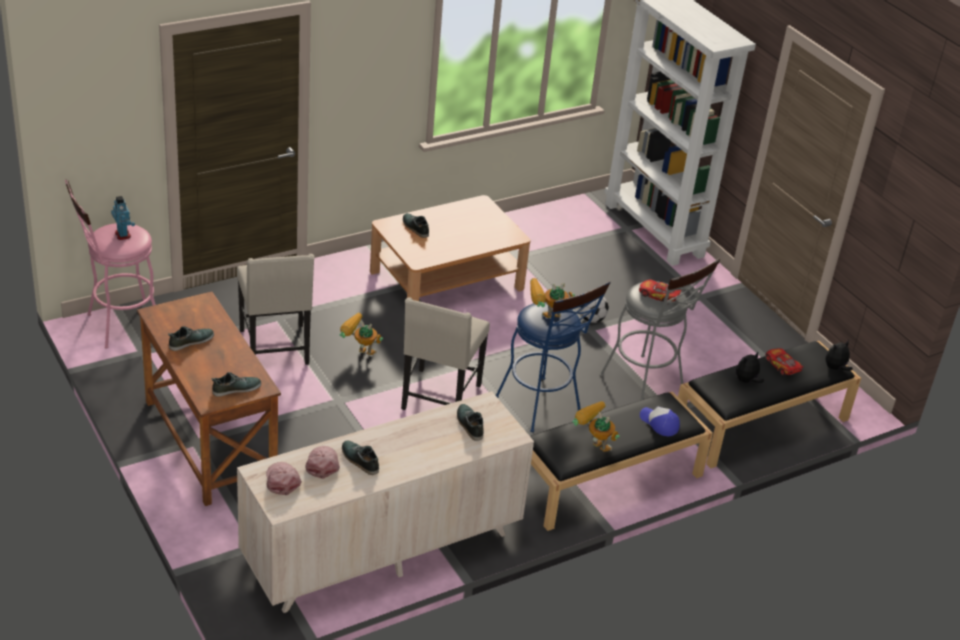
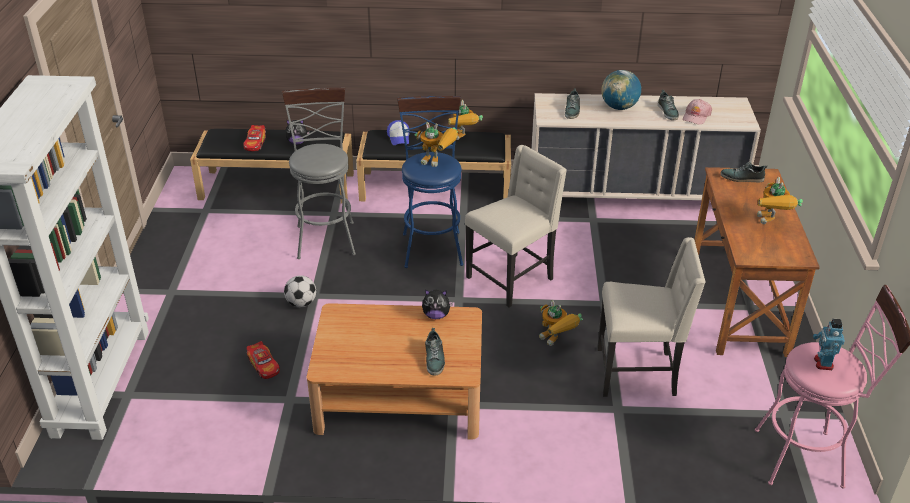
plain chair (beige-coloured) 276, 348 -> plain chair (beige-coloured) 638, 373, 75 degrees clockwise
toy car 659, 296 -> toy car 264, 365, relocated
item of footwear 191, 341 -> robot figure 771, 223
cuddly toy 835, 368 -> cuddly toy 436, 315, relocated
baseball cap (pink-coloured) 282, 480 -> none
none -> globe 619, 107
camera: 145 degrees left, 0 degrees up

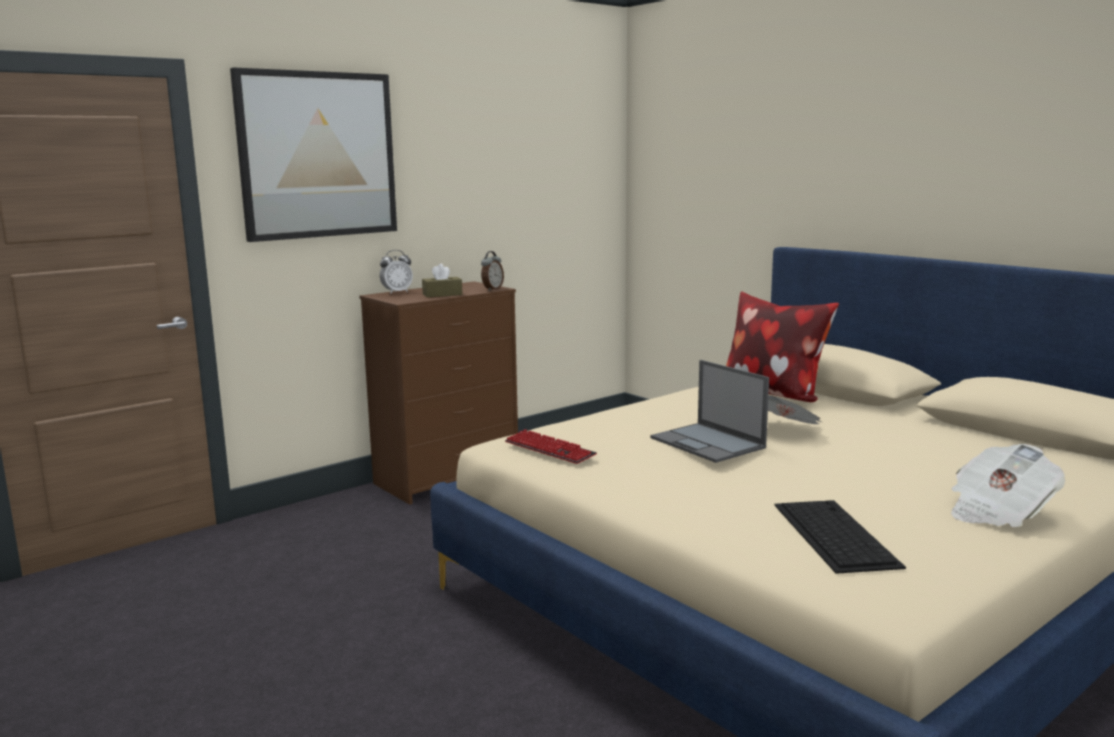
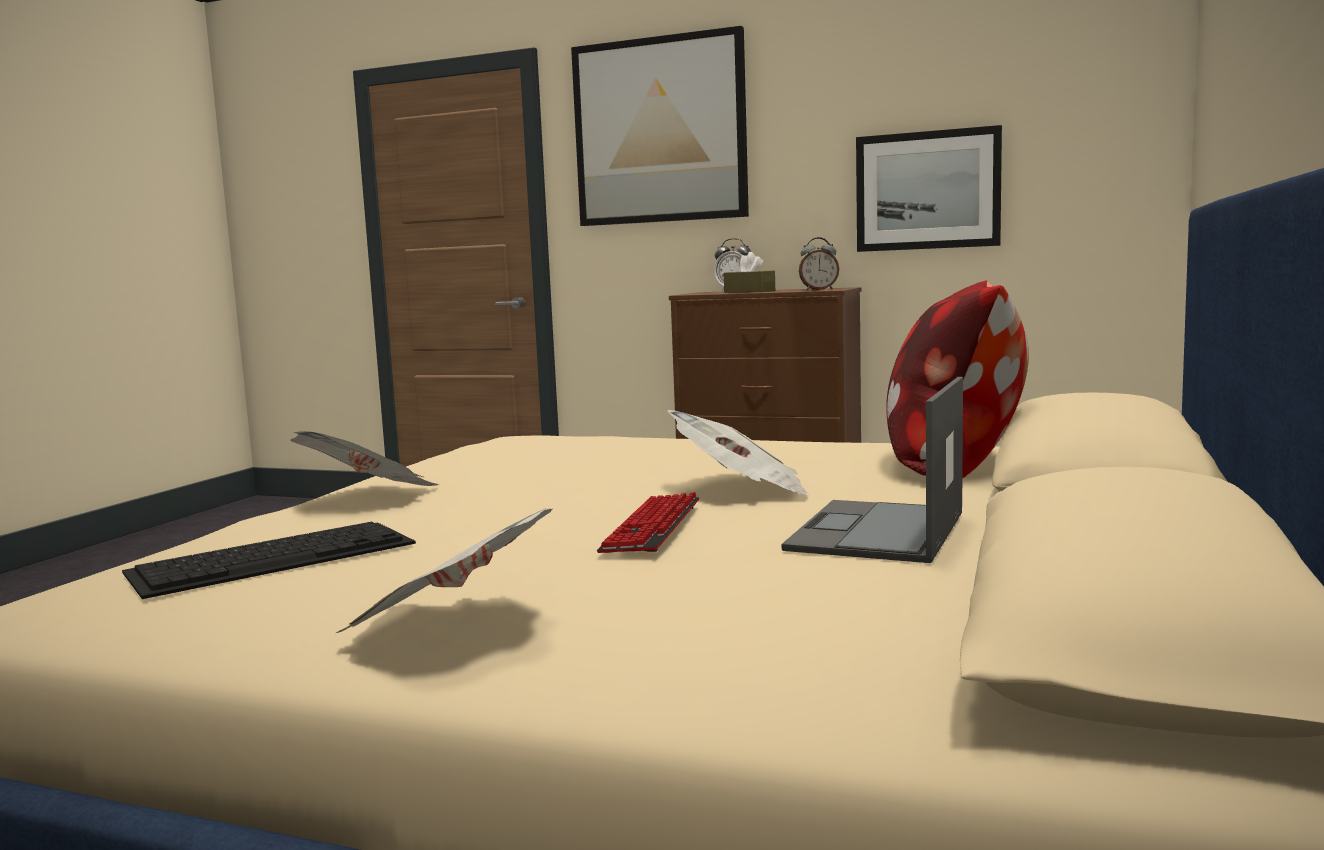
laptop 708, 443 -> laptop 877, 532, relocated
PC keyboard 549, 449 -> PC keyboard 652, 527, relocated
none -> wall art 927, 190
none -> printed paper 371, 497
camera: 60 degrees right, 5 degrees down

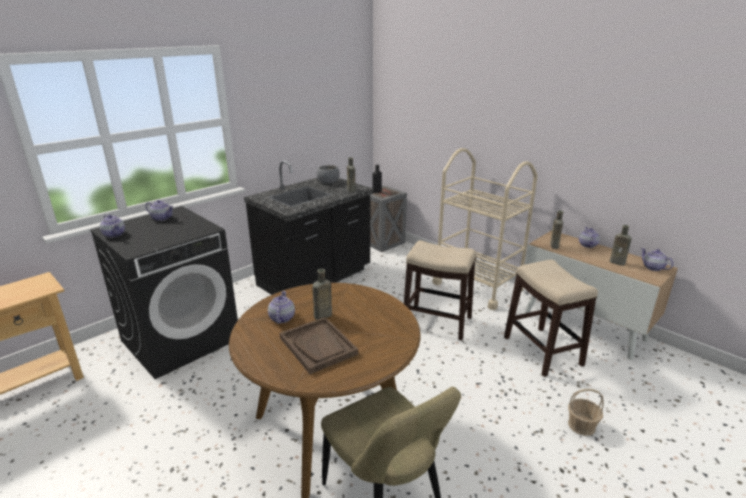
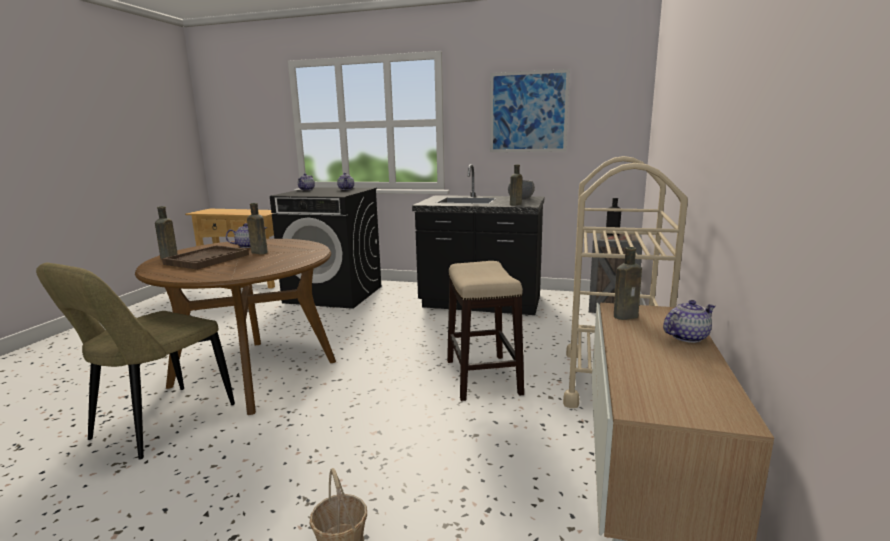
beverage bottle (brownish) 618, 263 -> beverage bottle (brownish) 168, 257, relocated
teapot 652, 267 -> none
stool 543, 351 -> none
none -> wall art 528, 112
camera: 60 degrees right, 10 degrees down

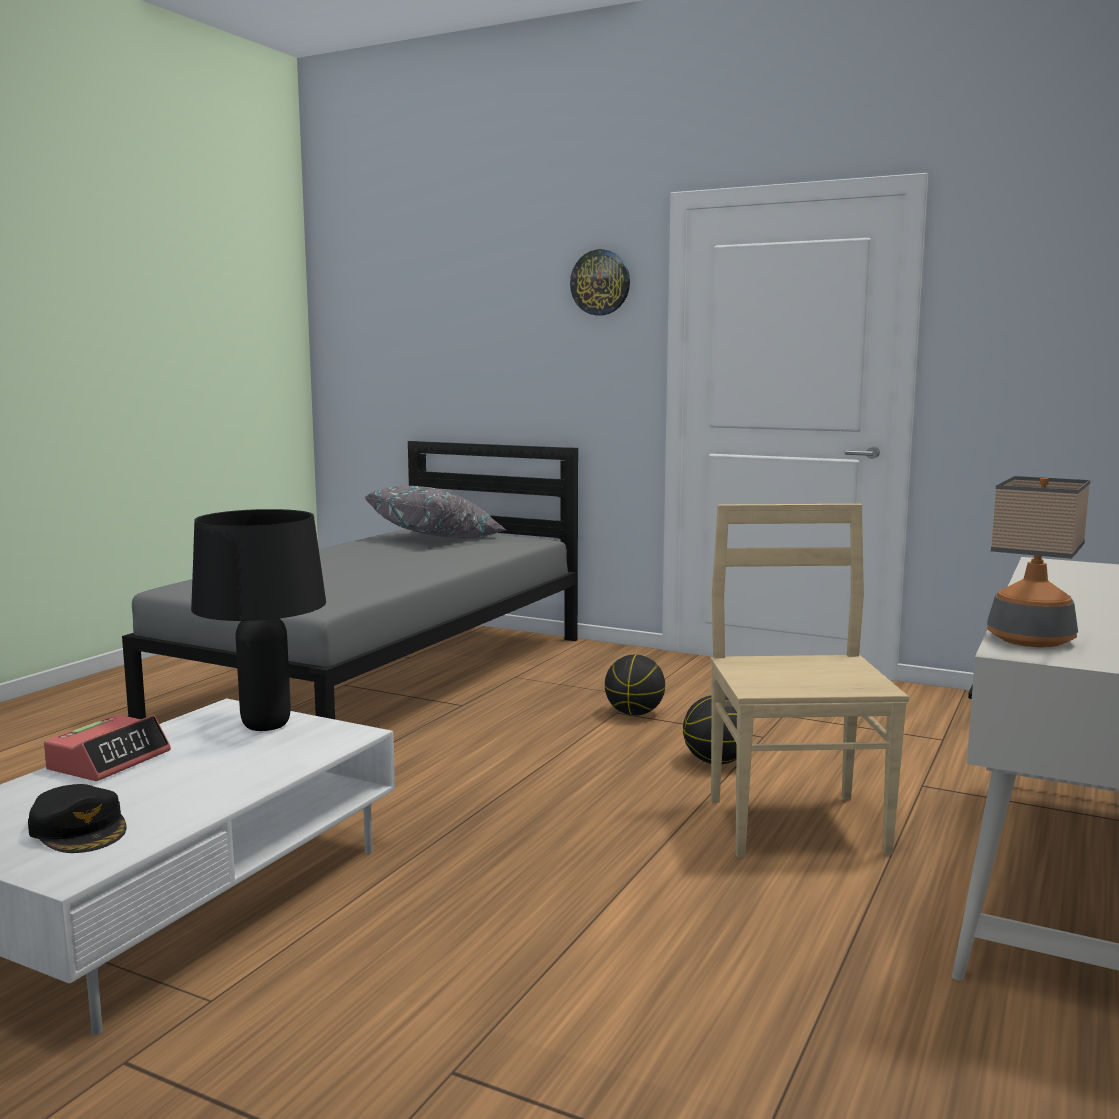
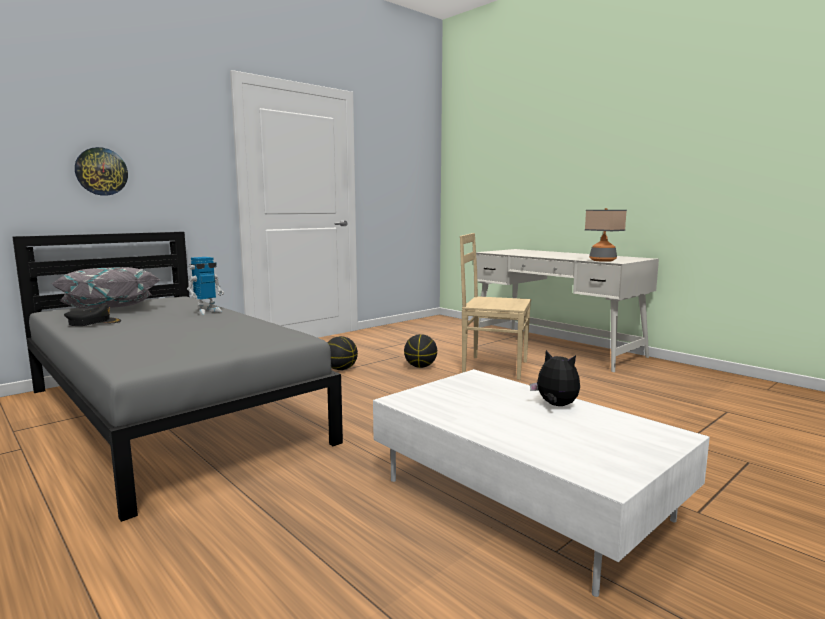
hanging clock 600, 282 -> hanging clock 101, 171, relocated
lamp for a table (blackish) 267, 725 -> none
alarm clock 109, 761 -> none
baseball cap (blackish) 80, 829 -> baseball cap (blackish) 94, 322, relocated
none -> robot figure 207, 311
none -> cuddly toy 555, 405
camera: 70 degrees left, 0 degrees up

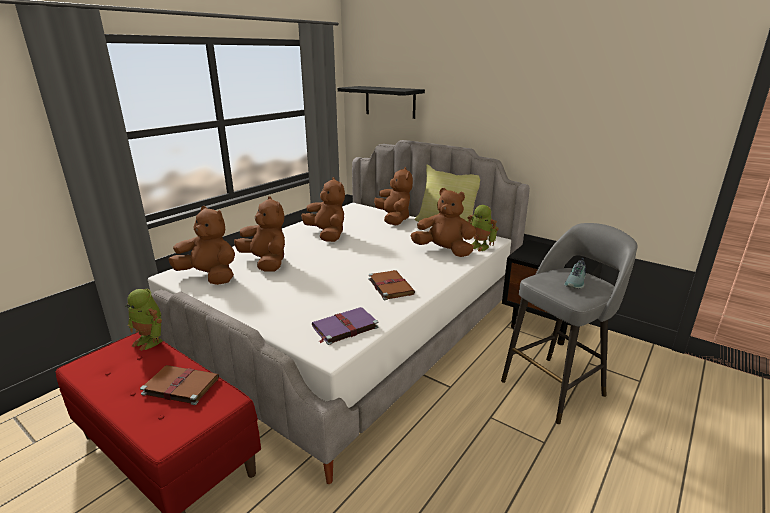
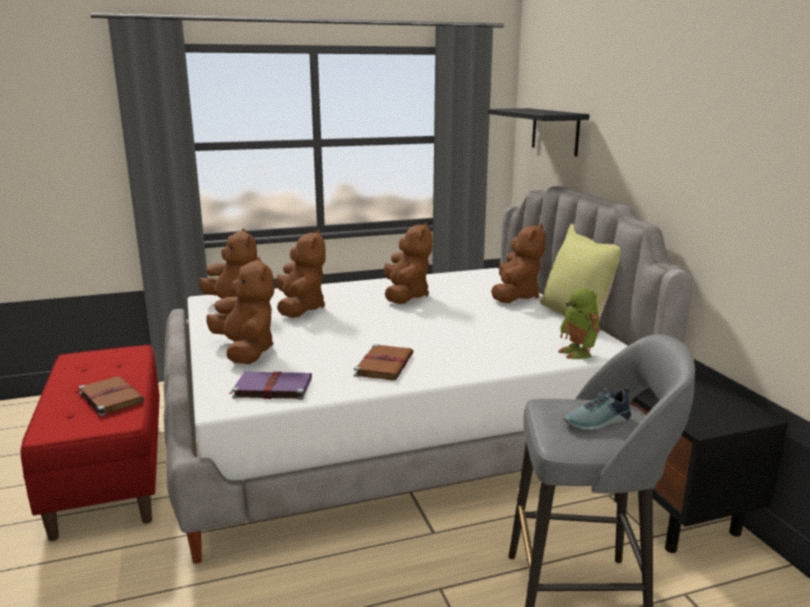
cuddly toy (brownish) 444, 251 -> cuddly toy (brownish) 246, 351, relocated
robot figure 150, 340 -> none
camera: 35 degrees right, 5 degrees down

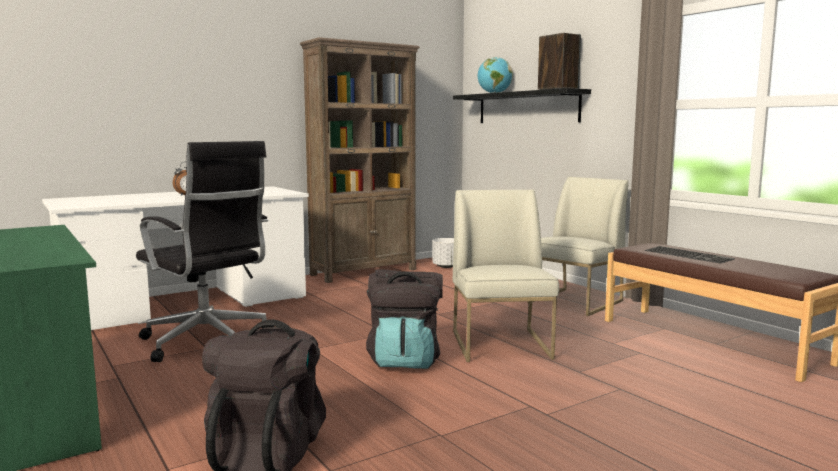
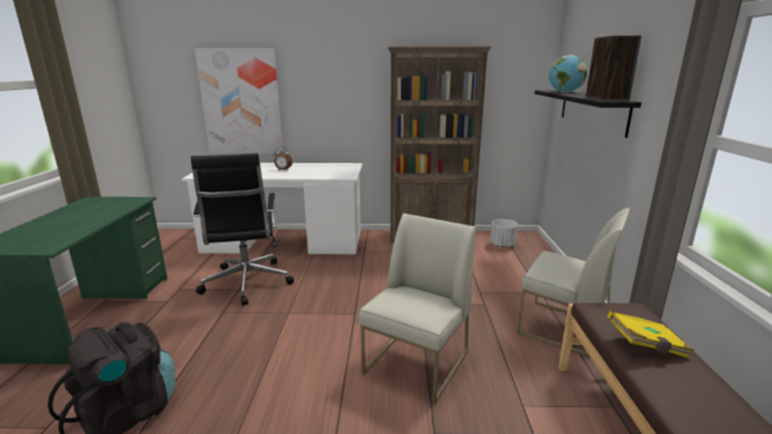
plain chair (whitish) 575, 302 -> plain chair (whitish) 562, 328, 45 degrees clockwise
PC keyboard 689, 255 -> volume (yellowish) 646, 346
backpack (blackish) 405, 360 -> none
none -> wall art 241, 102
camera: 35 degrees right, 10 degrees up

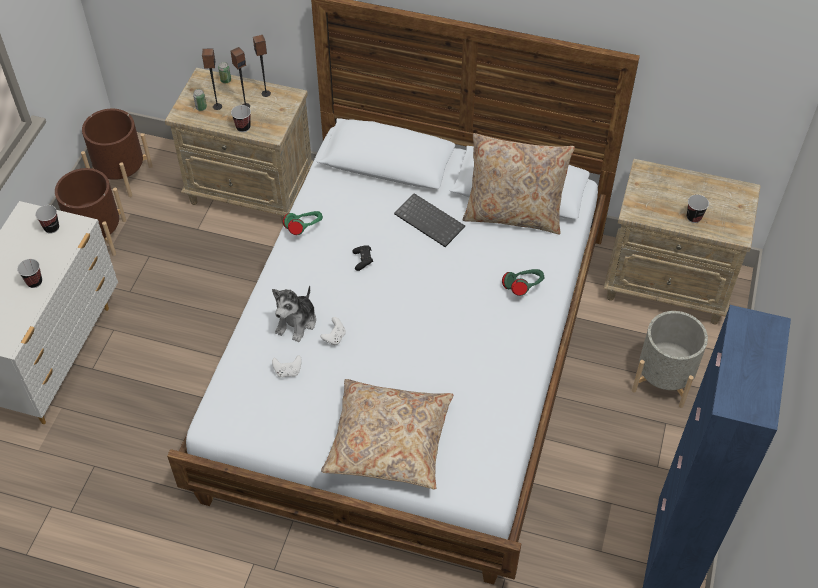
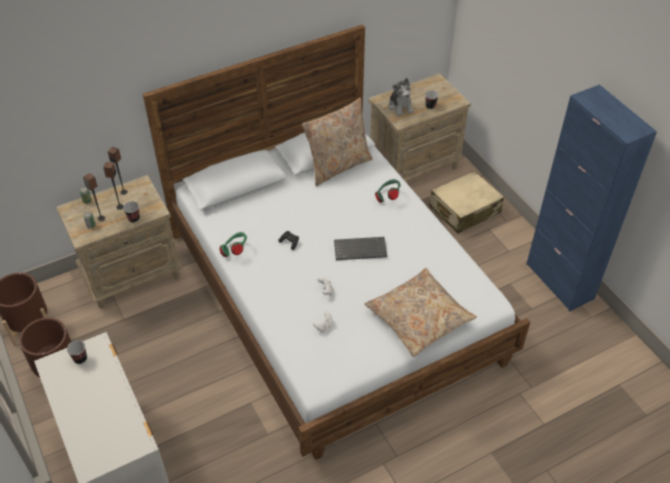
PC keyboard 431, 221 -> PC keyboard 360, 248, relocated
cup 34, 282 -> none
cuddly toy 297, 322 -> cuddly toy 400, 106, relocated
flower pot (grey) 663, 379 -> piece of luggage (beige-coloured) 464, 210
camera: 45 degrees left, 5 degrees down

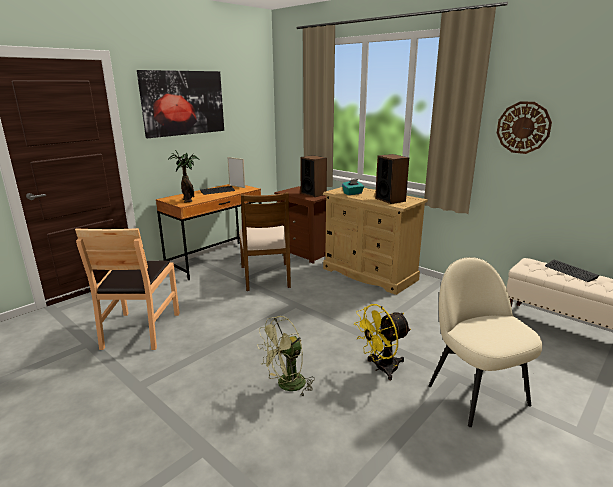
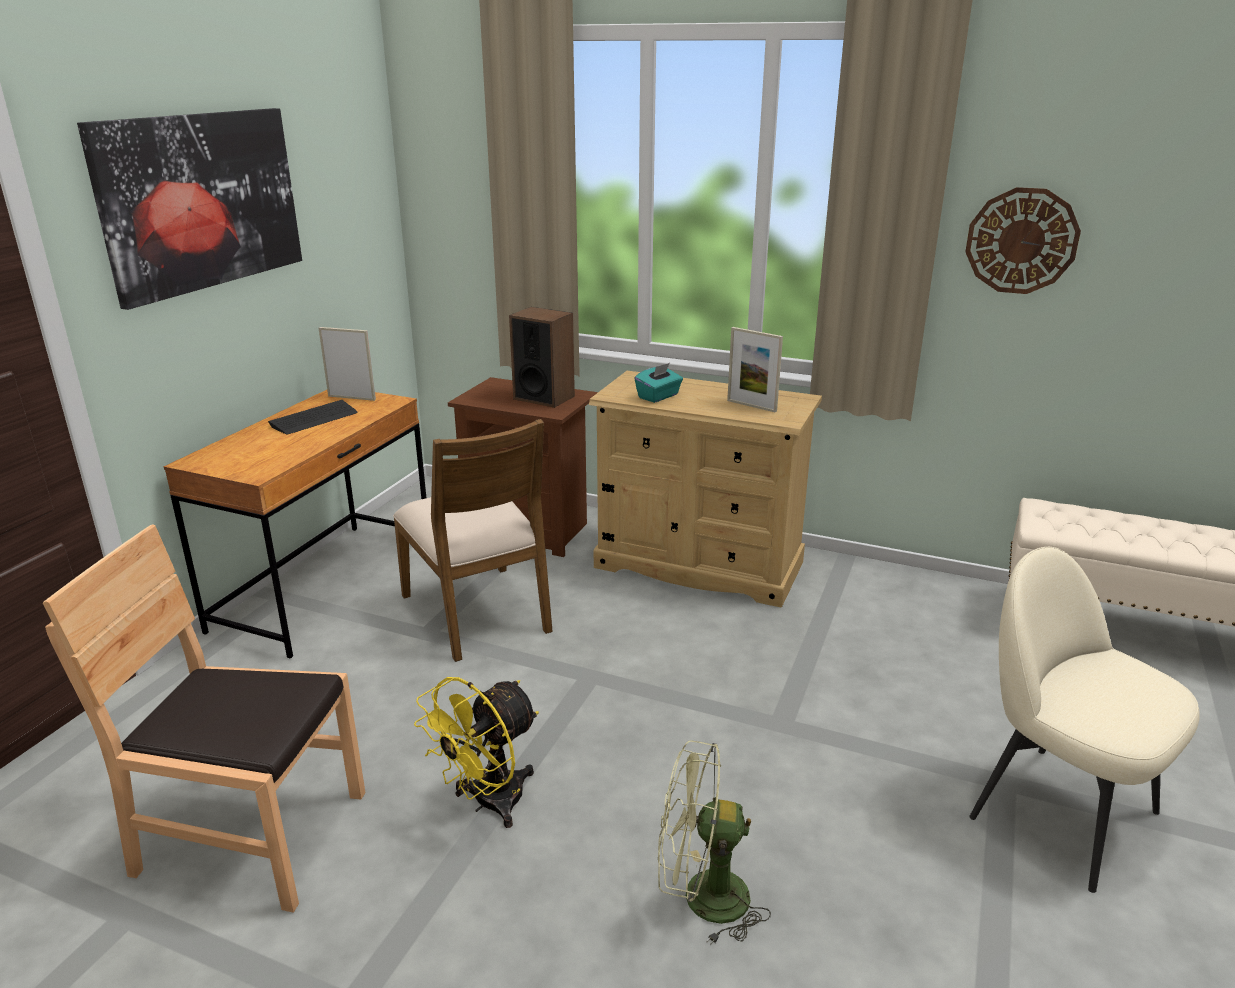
potted plant 188, 200 -> none
speaker 390, 199 -> standing frame 751, 406
plain chair (brownish) 140, 330 -> plain chair (brownish) 252, 835, 120 degrees clockwise
PC keyboard 570, 271 -> none
fan (yellowish) 381, 368 -> fan (yellowish) 488, 803, relocated
fan (greenish) 286, 386 -> fan (greenish) 701, 898, 60 degrees clockwise
camera: 20 degrees left, 5 degrees up

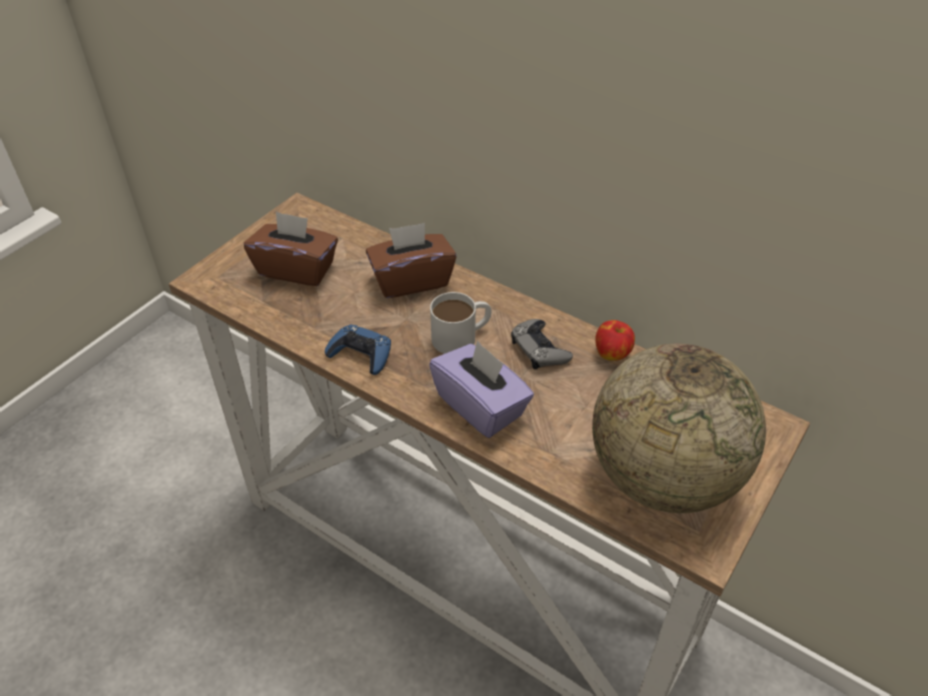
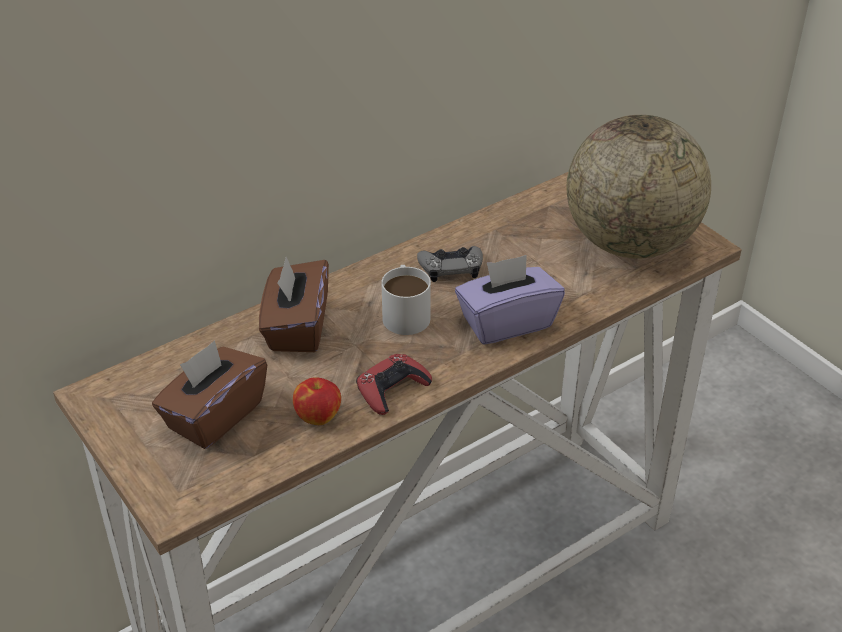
whole apple 612, 353 -> whole apple 318, 416, relocated
joypad (blue) 361, 354 -> joypad (red) 392, 389
camera: 70 degrees left, 5 degrees down

